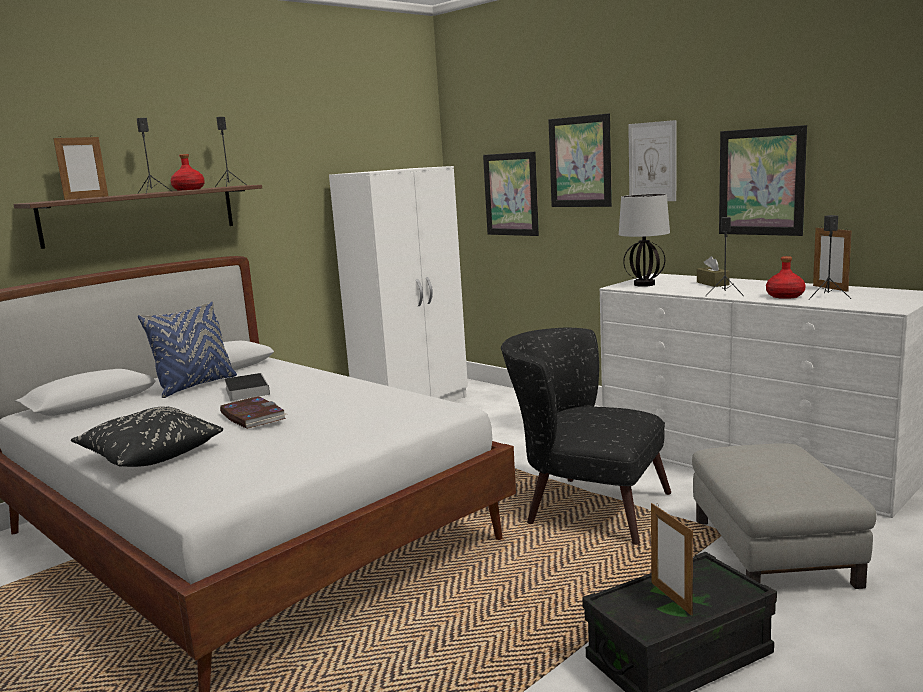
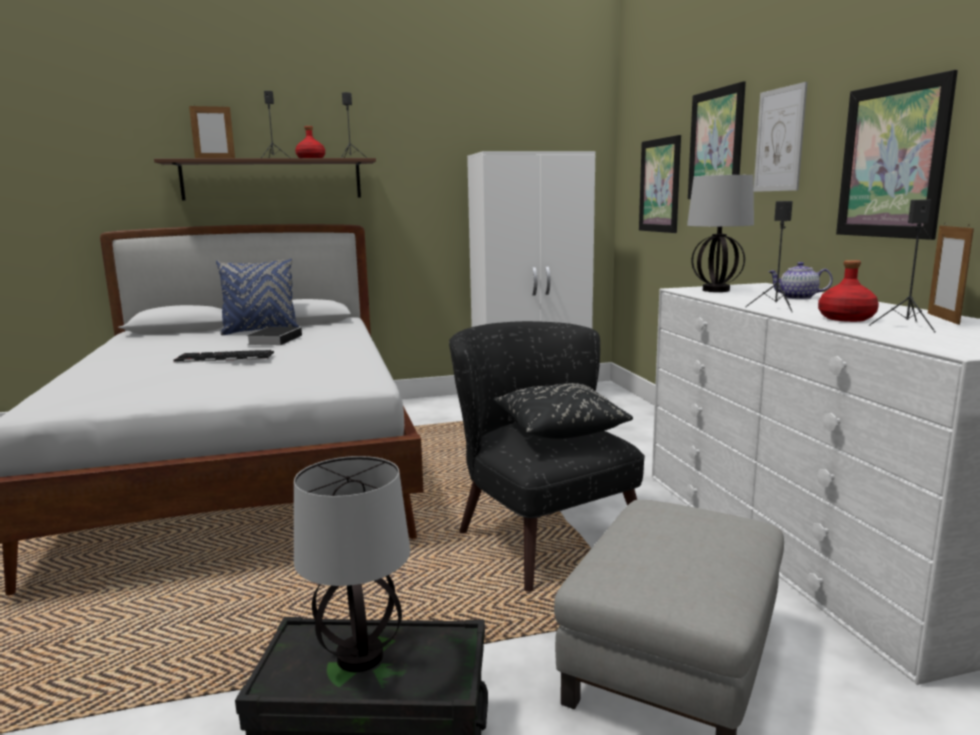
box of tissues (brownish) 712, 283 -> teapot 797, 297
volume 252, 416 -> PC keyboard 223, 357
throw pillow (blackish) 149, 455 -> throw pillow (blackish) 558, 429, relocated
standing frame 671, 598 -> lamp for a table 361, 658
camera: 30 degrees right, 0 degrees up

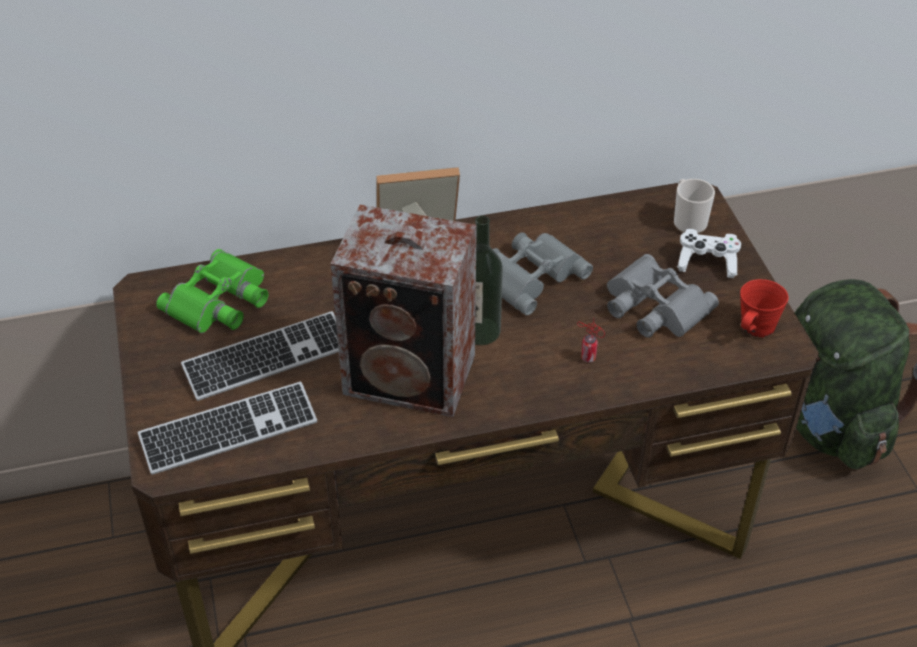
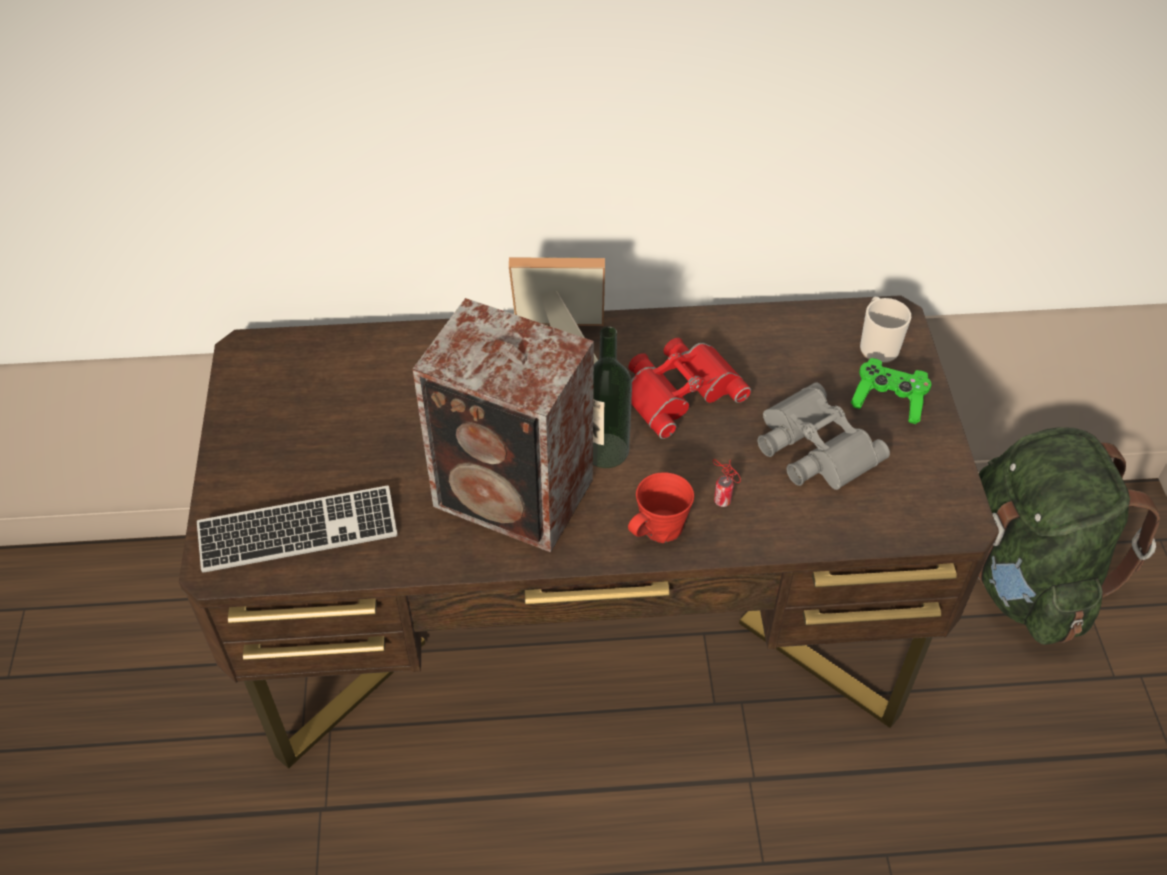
joypad (whitish) 707, 262 -> joypad (greenish) 888, 400
field glasses (grey) 531, 275 -> field glasses (red) 679, 390
field glasses (greenish) 220, 301 -> none
mug (red) 755, 328 -> mug (red) 659, 529, relocated
PC keyboard 267, 359 -> none
camera: 10 degrees right, 5 degrees up

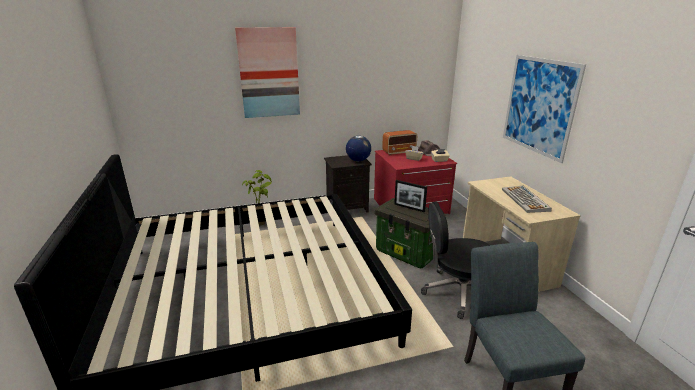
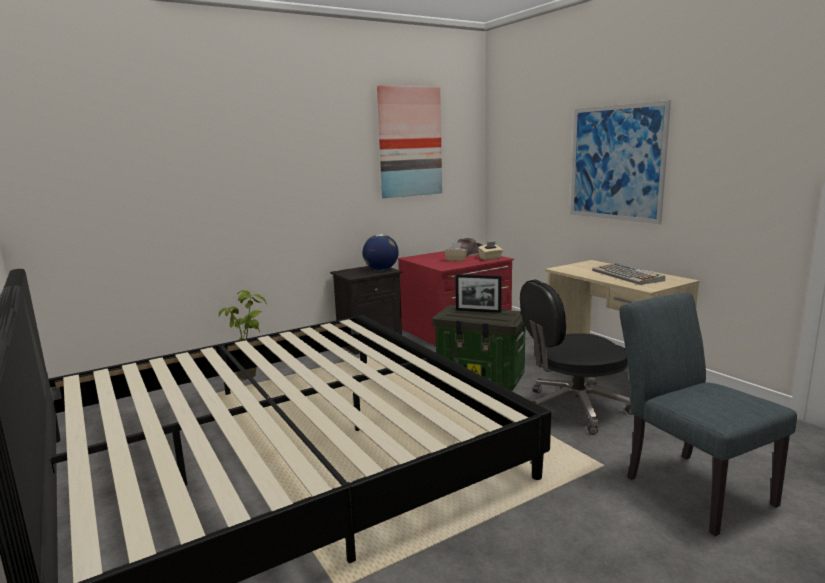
wall art 269, 73 -> wall art 409, 142, relocated
radio set 399, 152 -> none
camera: 15 degrees left, 10 degrees down

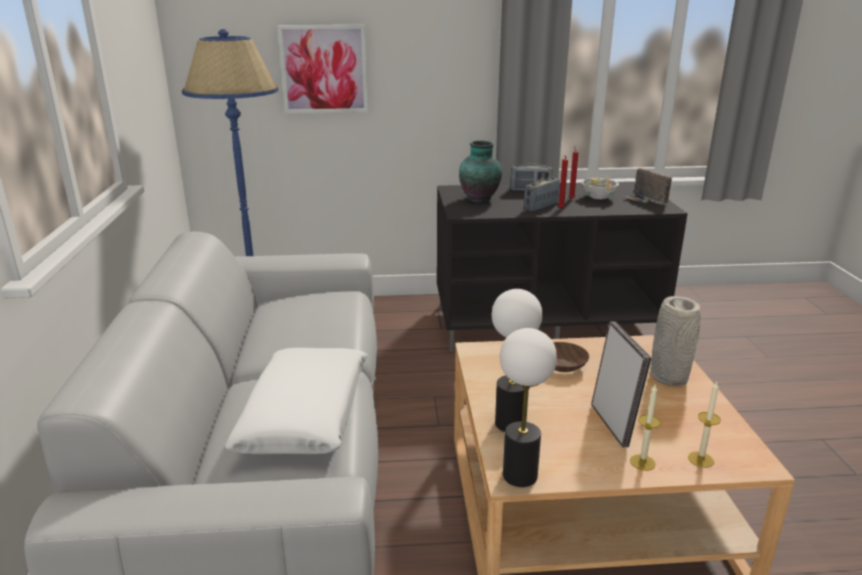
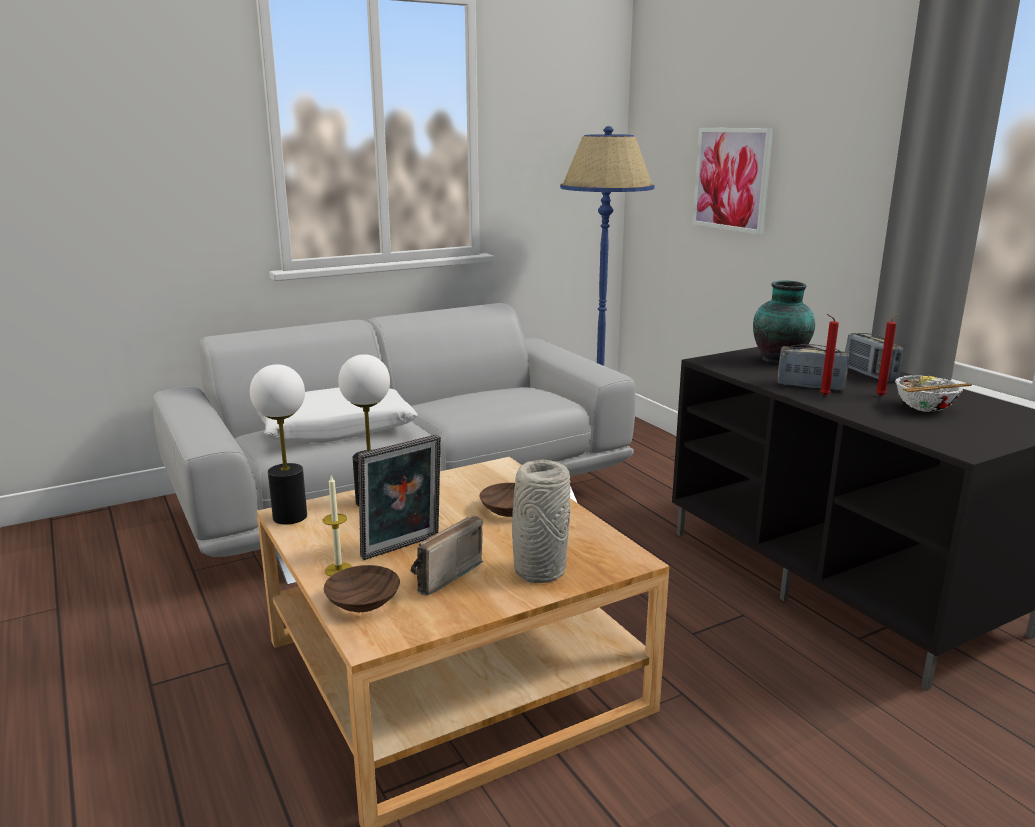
radio set 646, 200 -> radio set 439, 576, relocated
wax candle 700, 459 -> deep dish (brownish) 361, 602
camera: 65 degrees right, 5 degrees down

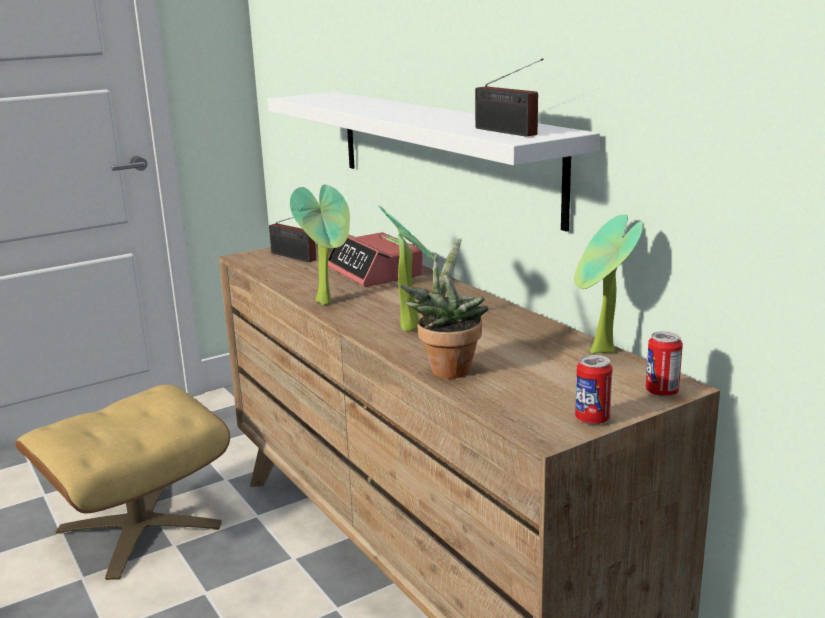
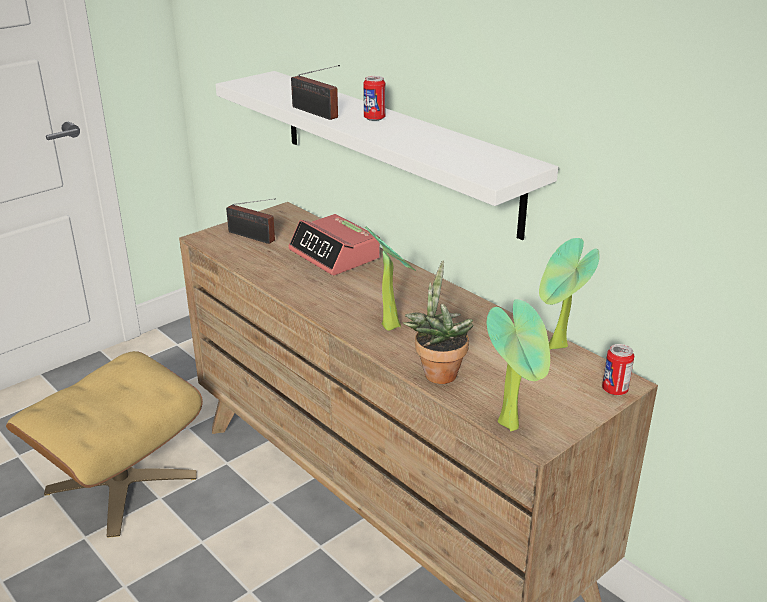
radio set 507, 132 -> radio set 316, 113, relocated
potted plant 328, 302 -> potted plant 513, 424, relocated
sealed can 592, 419 -> sealed can 374, 118, relocated
camera: 10 degrees left, 10 degrees up

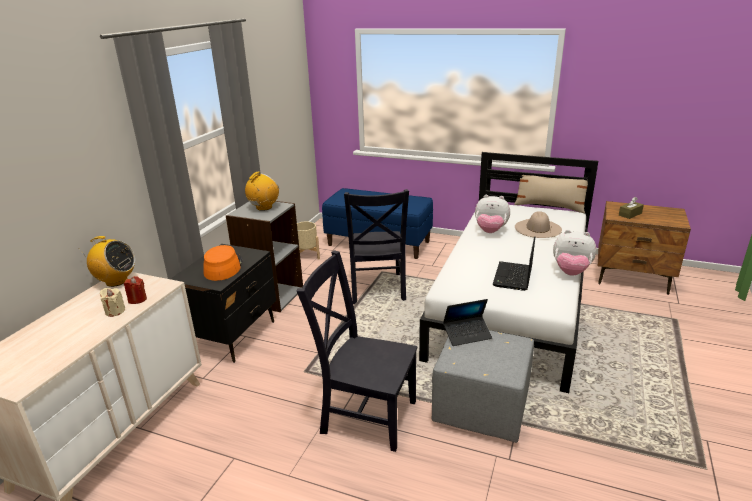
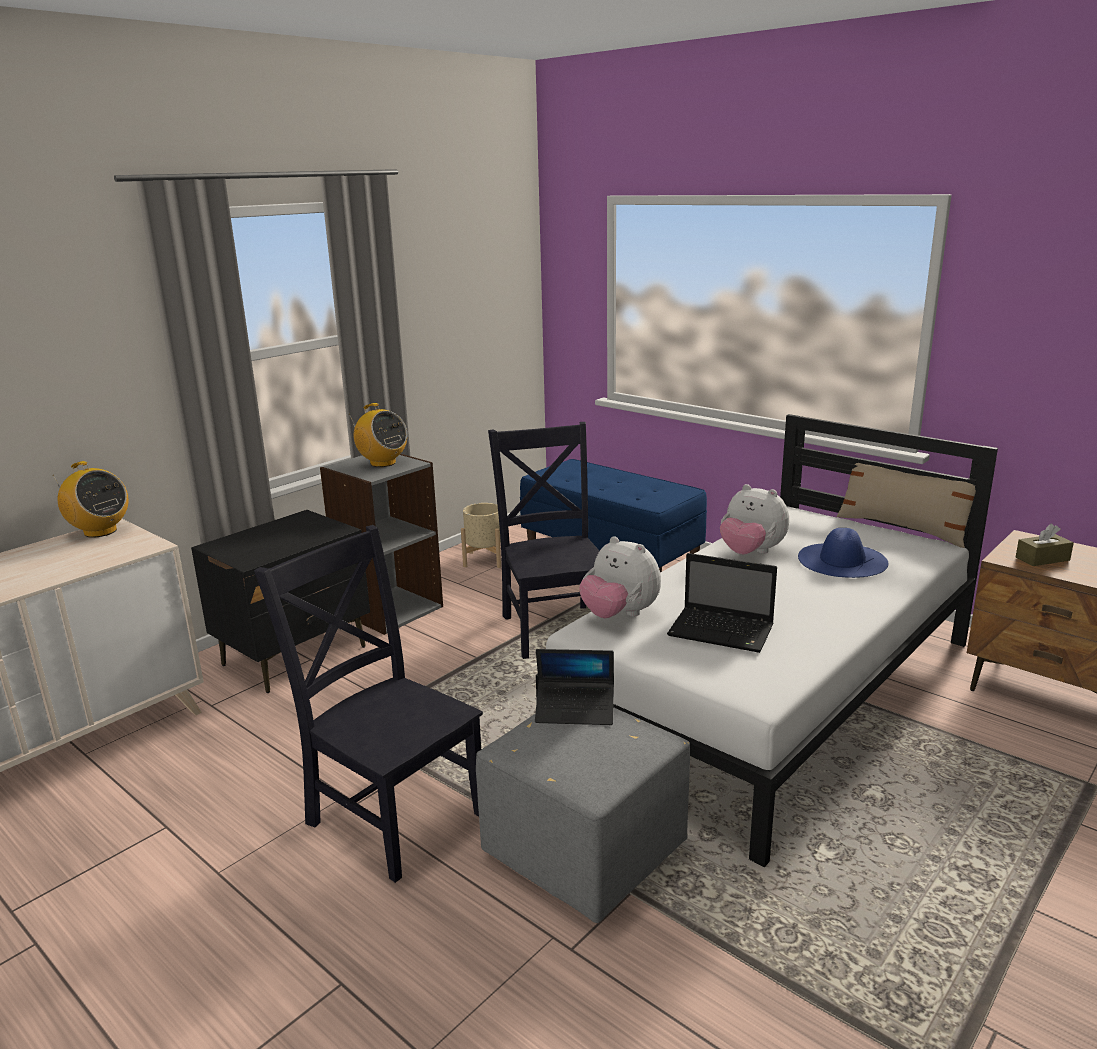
radio set 264, 207 -> radio set 382, 463, 75 degrees clockwise
plain chair (blackish) 377, 290 -> plain chair (blackish) 554, 628, 150 degrees clockwise
hat (beige-coloured) 537, 228 -> hat (blue) 842, 559
cuddly toy 571, 272 -> cuddly toy 619, 615, relocated
laptop 513, 277 -> laptop 723, 632, 105 degrees counterclockwise
hat (orange) 223, 267 -> none
wax candle (red) 137, 299 -> none
wax candle (beige-coloured) 115, 311 -> none
camera: 20 degrees right, 5 degrees down

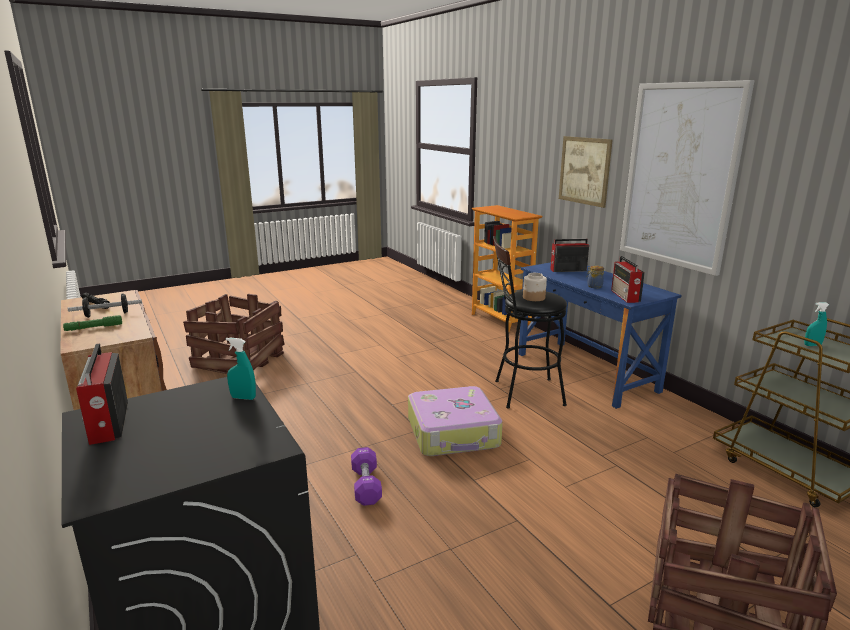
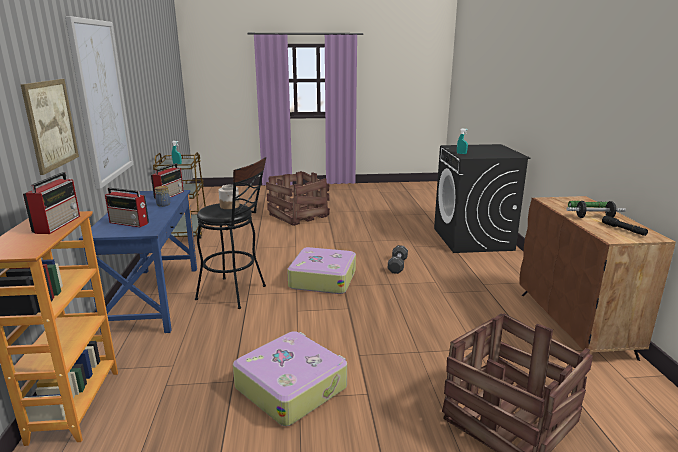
radio set 108, 423 -> radio set 58, 224, relocated
free weight (purple) 366, 485 -> free weight (blackish) 397, 265
none -> piece of luggage 291, 386
camera: 155 degrees left, 0 degrees up

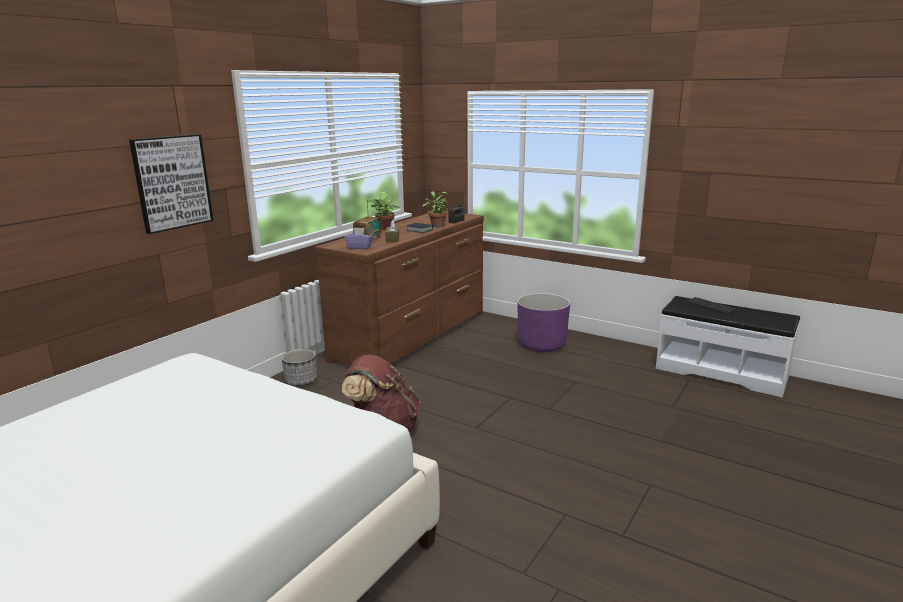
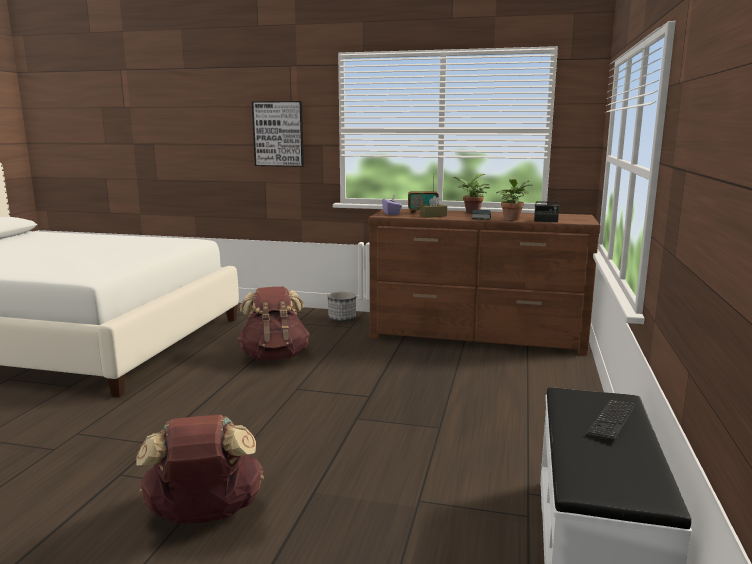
flower pot (purple) 542, 344 -> none
none -> backpack (brownish) 205, 515
camera: 70 degrees right, 5 degrees down

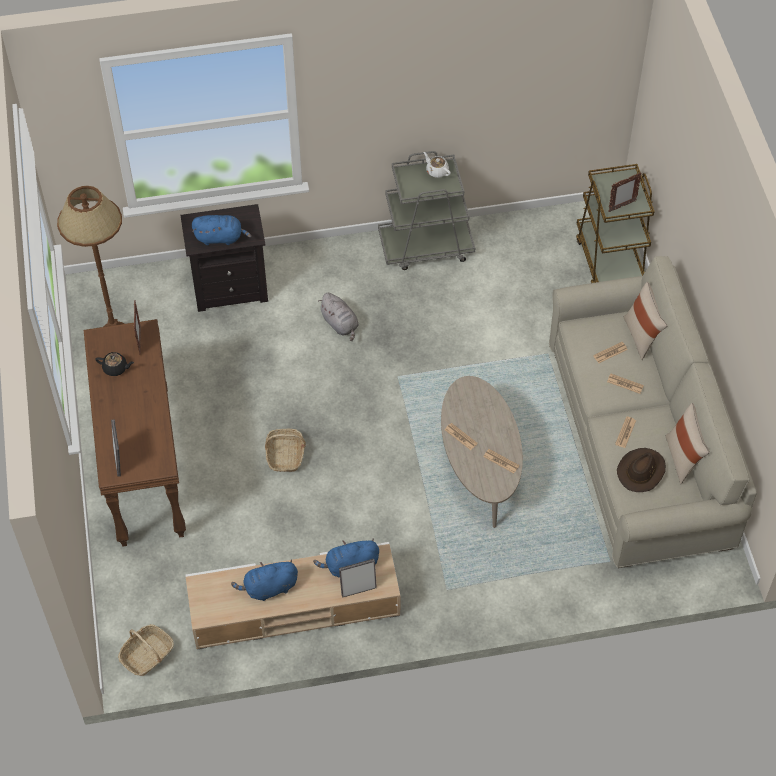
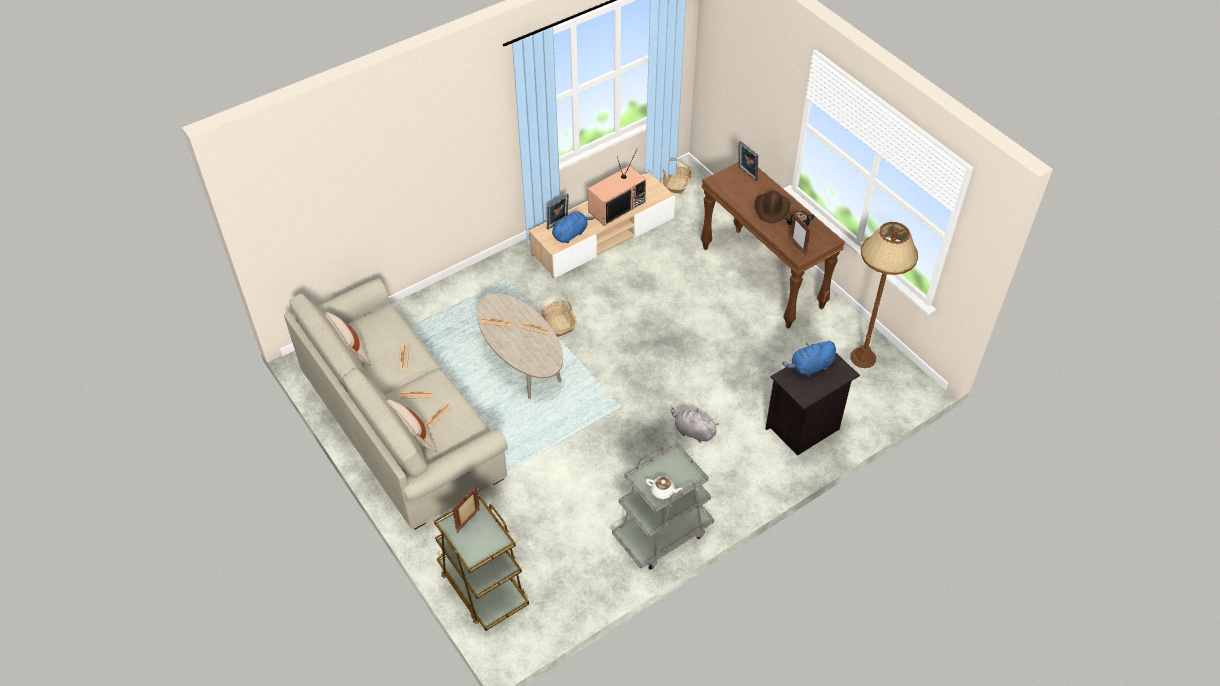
basket 285, 455 -> basket 558, 324, relocated
hat (brownish) 641, 471 -> hat (brownish) 772, 209, relocated
cuddly toy (blue) 269, 588 -> TV set 616, 206
camera: 155 degrees right, 5 degrees down

